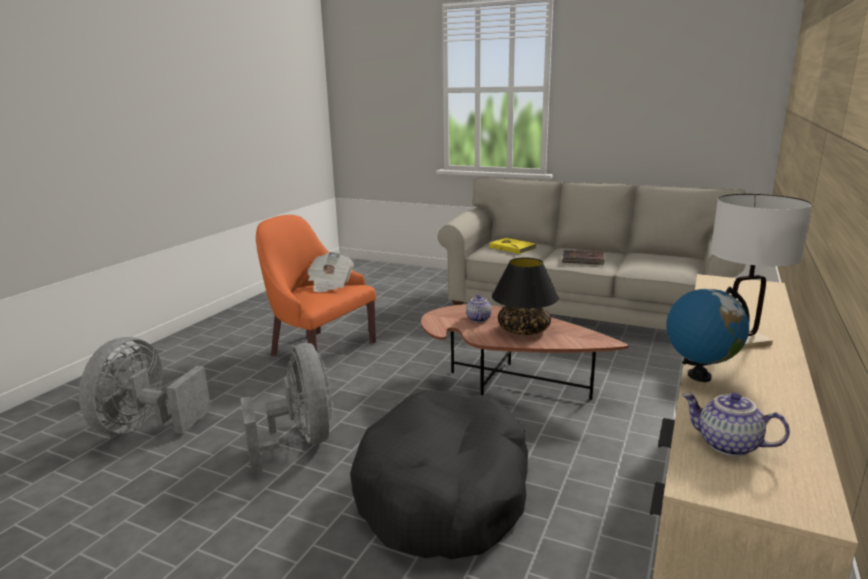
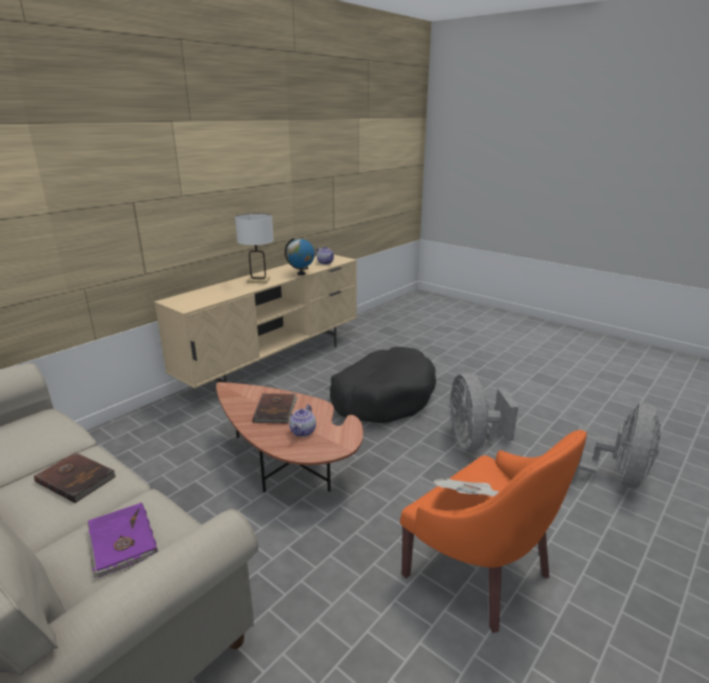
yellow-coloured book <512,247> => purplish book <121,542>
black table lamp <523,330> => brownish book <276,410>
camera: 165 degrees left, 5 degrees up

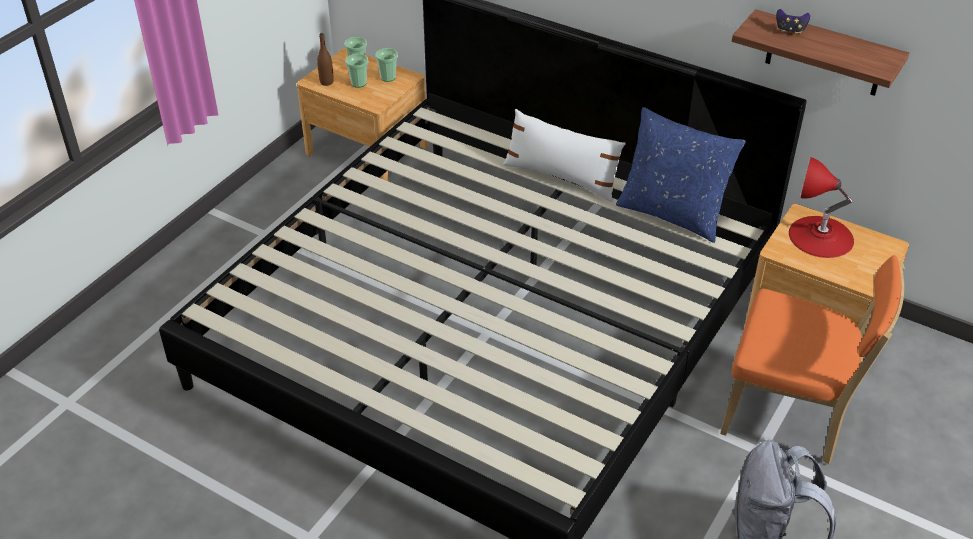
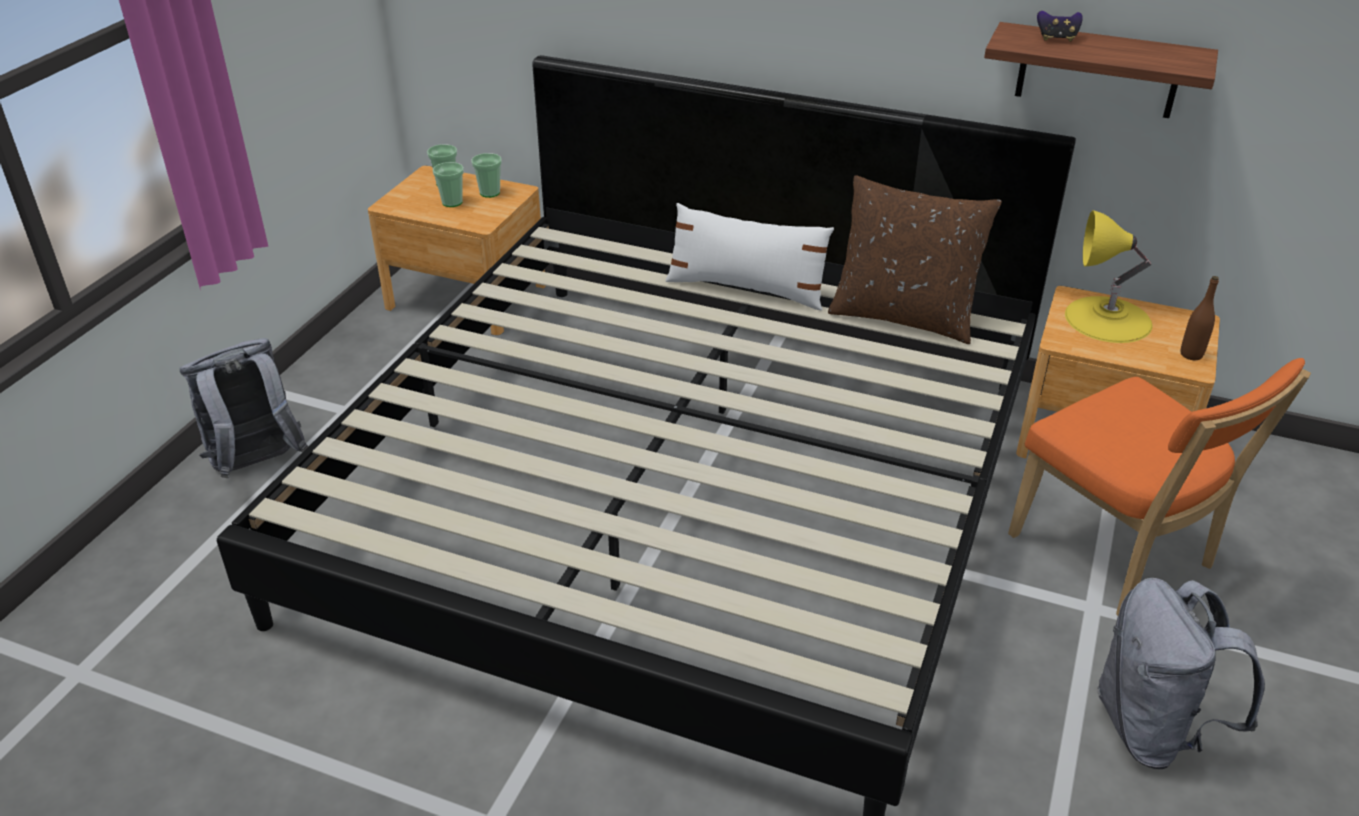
brownish beverage bottle <326,82> => brownish beverage bottle <1191,354>, move
blue-coloured throw pillow <672,214> => brownish throw pillow <903,316>
orange plain chair <791,415> => orange plain chair <1117,556>, 45 degrees clockwise
reddish table lamp <820,236> => yellow-coloured table lamp <1108,319>
nothing => greyish rucksack <257,465>
camera: 10 degrees left, 5 degrees down

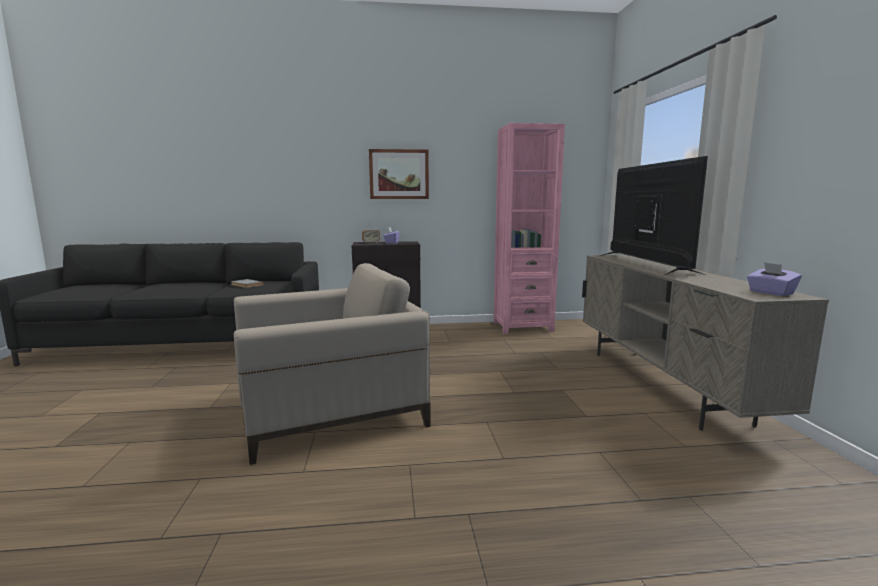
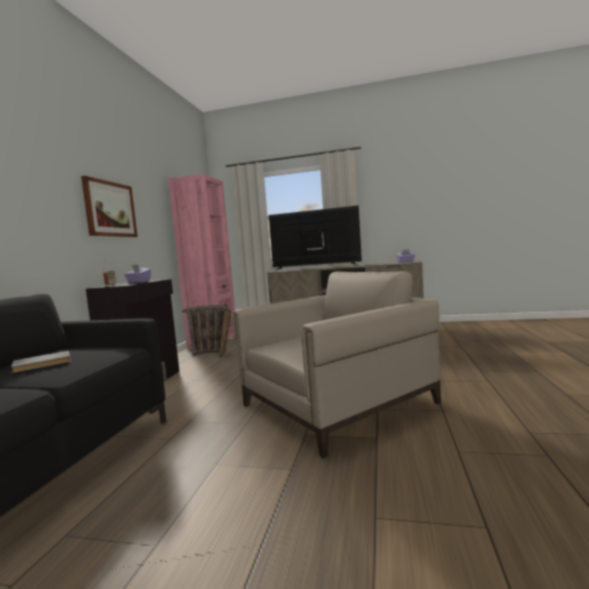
sand-coloured armchair <329,410> => sand-coloured armchair <337,404>, 60 degrees clockwise
nothing => storage basket <215,355>
camera: 70 degrees left, 5 degrees down

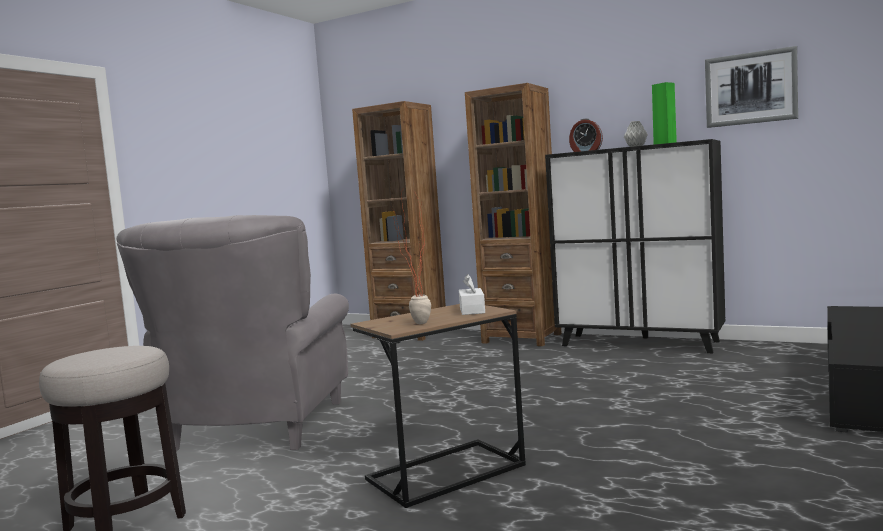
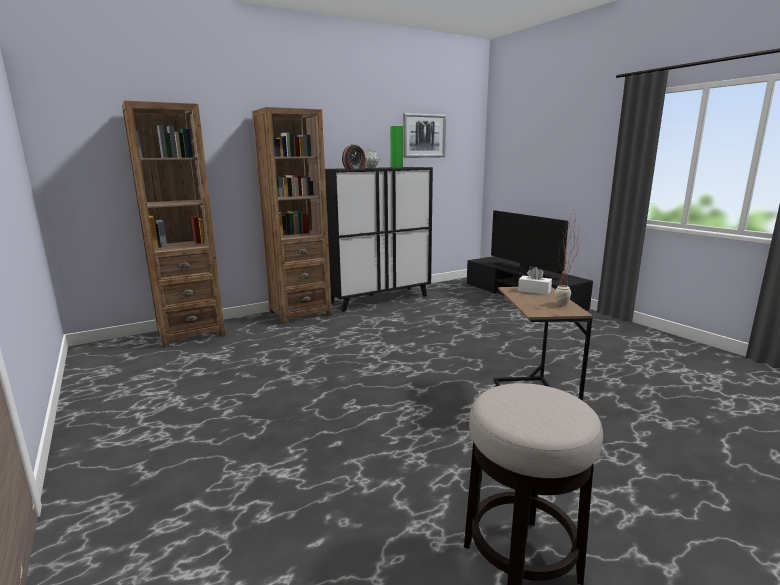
greyish armchair <257,428> => nothing
nothing => TV set <524,271>
camera: 60 degrees left, 10 degrees up

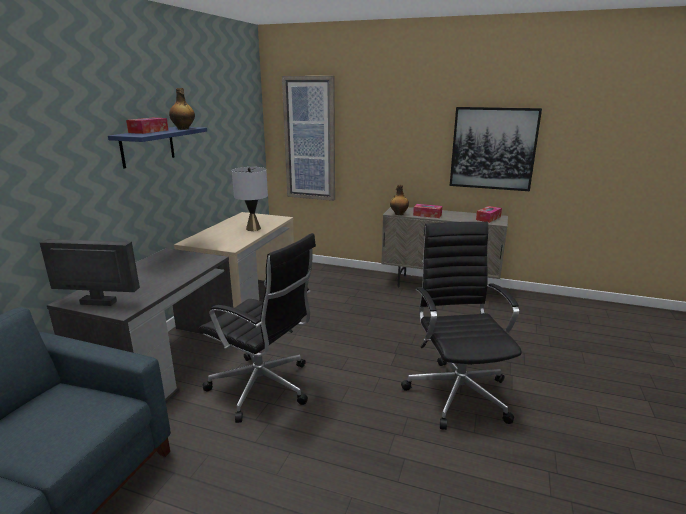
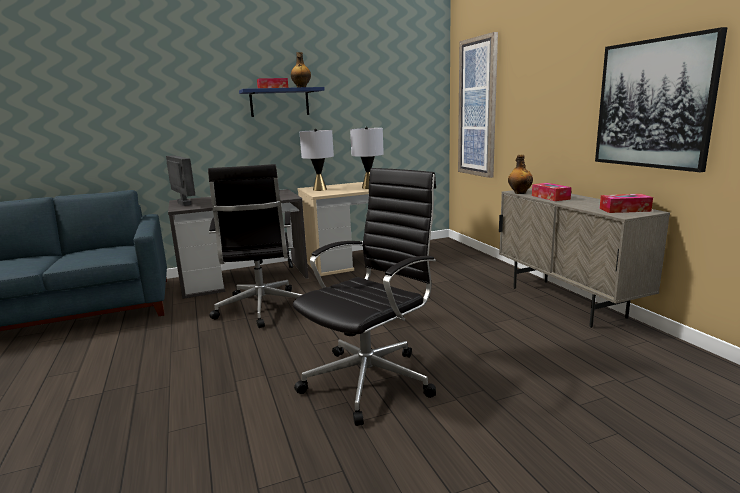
nothing => greyish table lamp <320,189>
camera: 50 degrees right, 5 degrees down

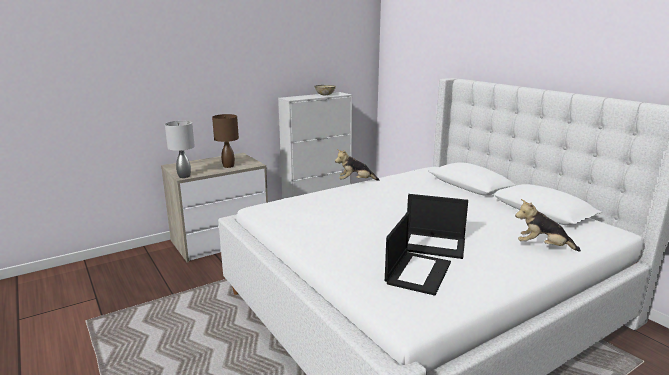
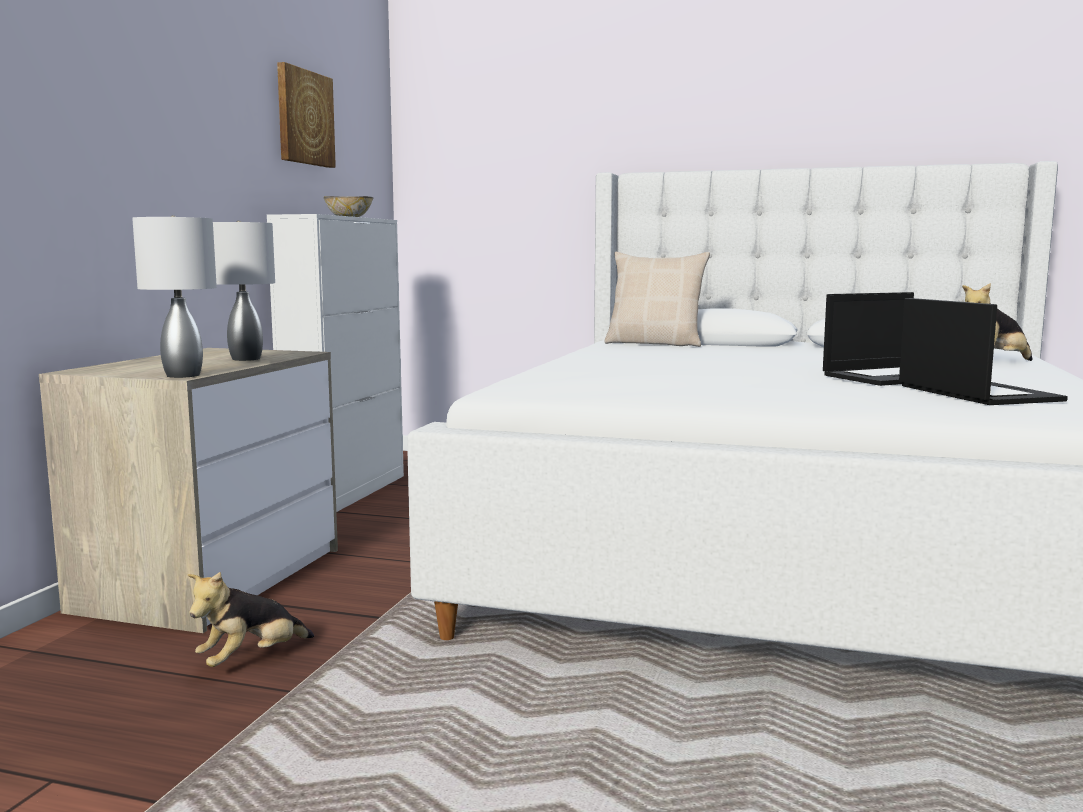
brownish table lamp <228,166> => greyish table lamp <246,359>
plush toy <355,181> => plush toy <251,660>, move
nothing => wall art <304,117>
nothing => sand-coloured throw pillow <655,343>
camera: 40 degrees left, 10 degrees down

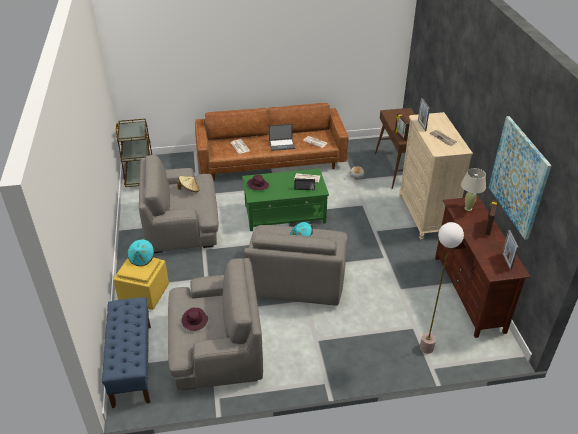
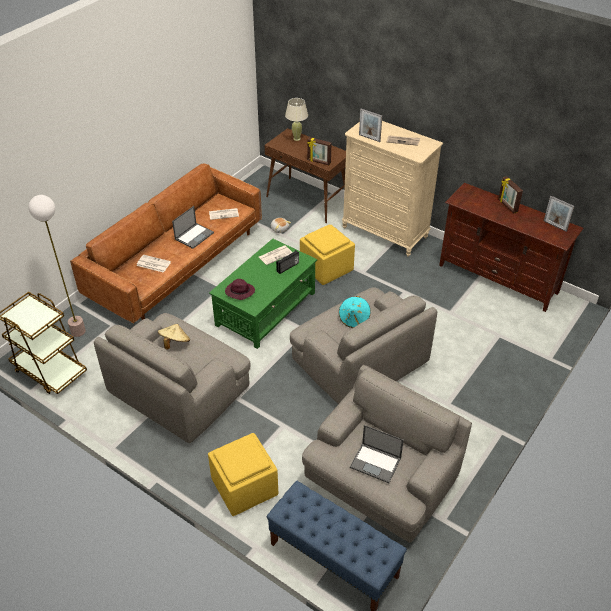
turquoise hat <142,259> => nothing
purplish hat <195,321> => portable computer <376,462>
standing lamp <426,348> => standing lamp <78,331>, move
sand-coloured table lamp <468,208> => sand-coloured table lamp <296,138>, move
wall art <518,177> => nothing
nothing => yellow-coloured pouffe <326,268>
camera: 45 degrees left, 5 degrees up

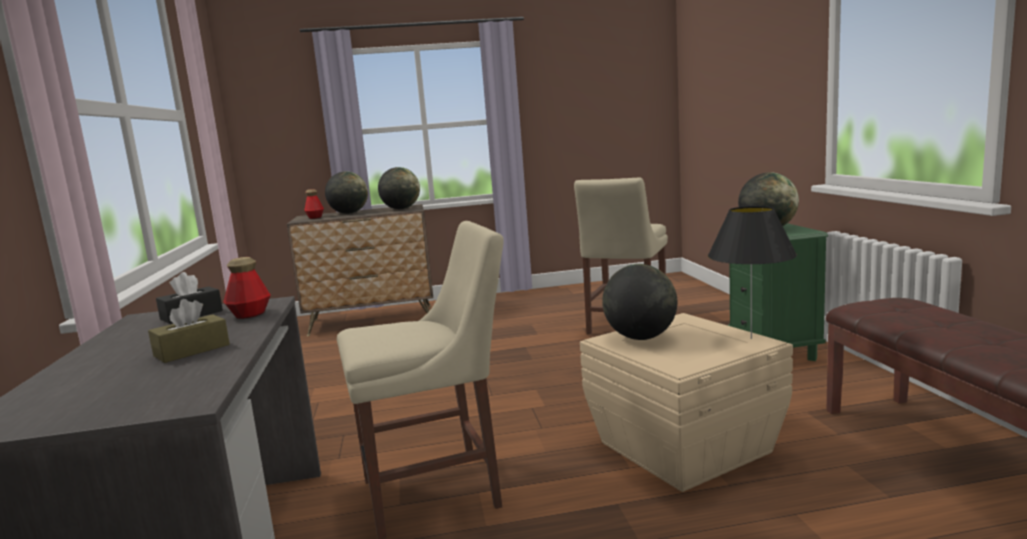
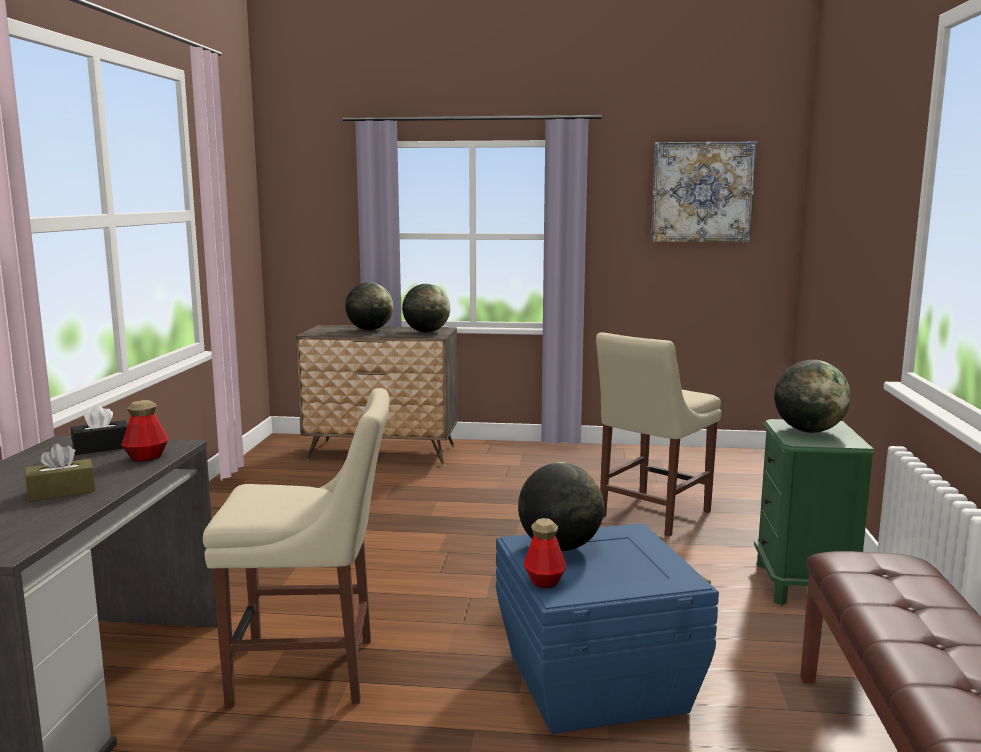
beverage bottle <315,217> => beverage bottle <544,581>, move
sand-coloured storage bin <684,446> => blue-coloured storage bin <596,681>
black table lamp <751,338> => nothing
nothing => wall art <702,192>
camera: 15 degrees right, 0 degrees up

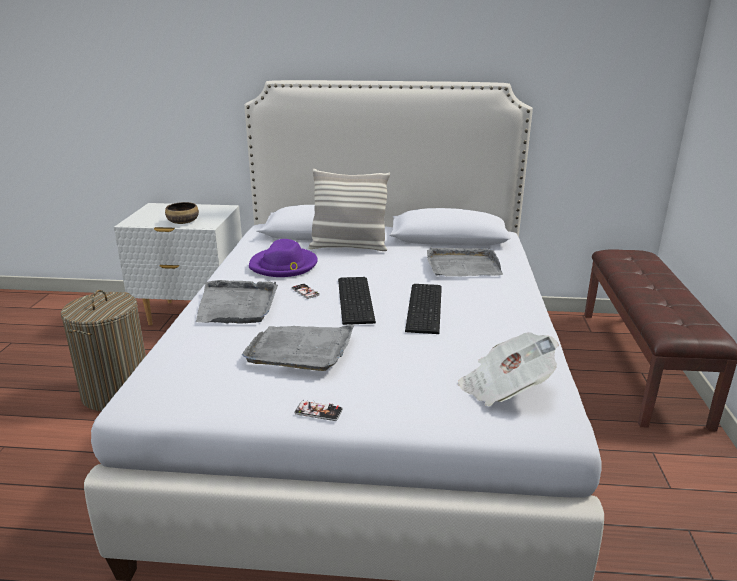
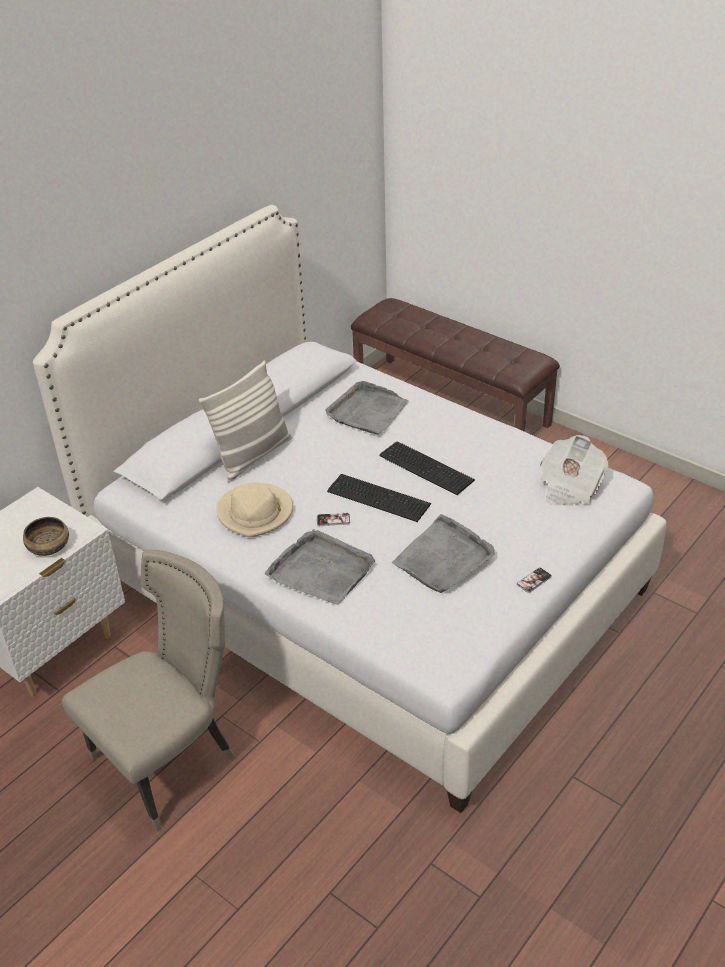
laundry basket <116,392> => sand-coloured plain chair <171,760>
purplish hat <284,265> => sand-coloured hat <255,513>
camera: 55 degrees left, 15 degrees up

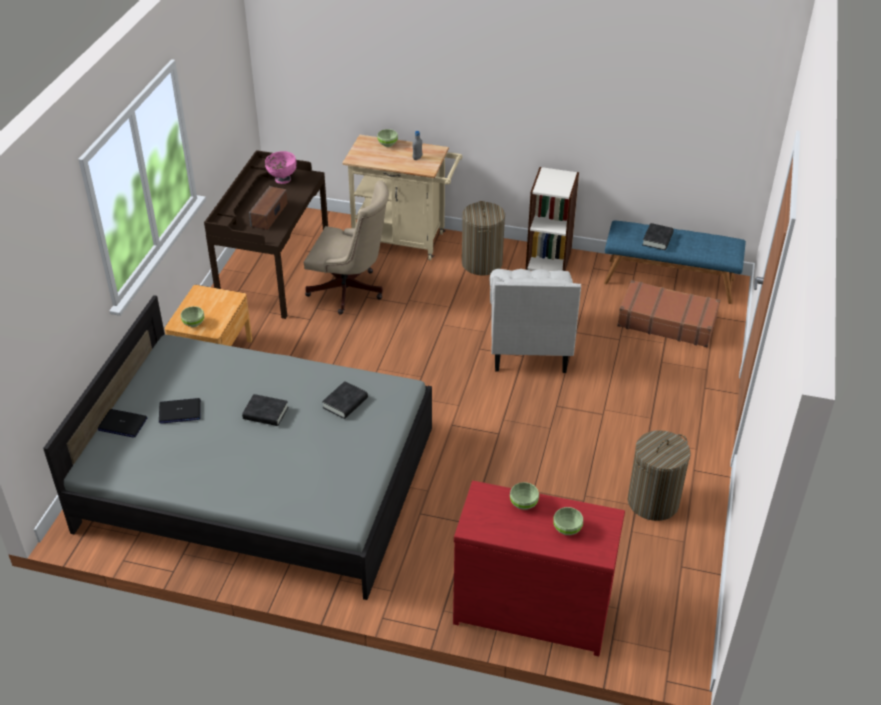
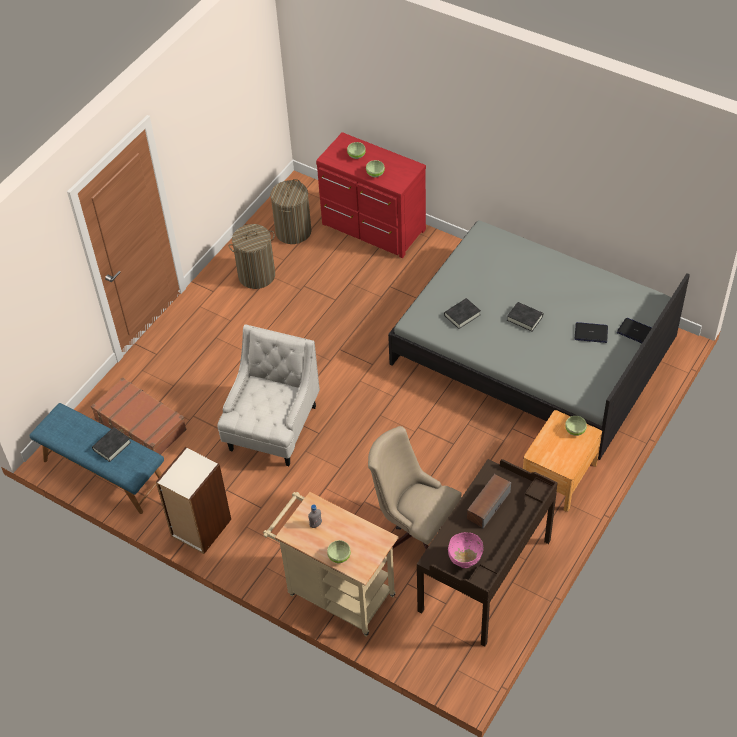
laundry basket <482,263> => laundry basket <293,231>, move
camera: 160 degrees left, 10 degrees up

